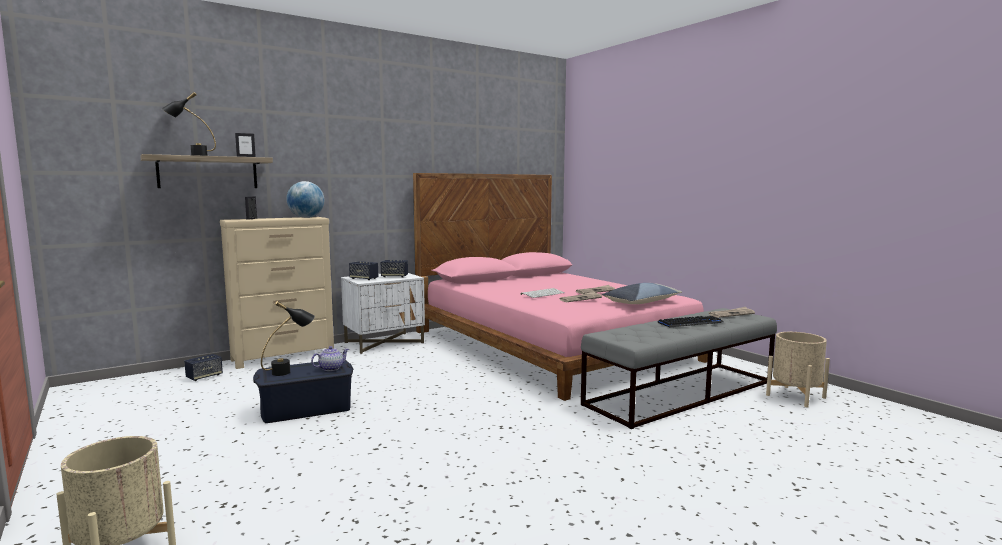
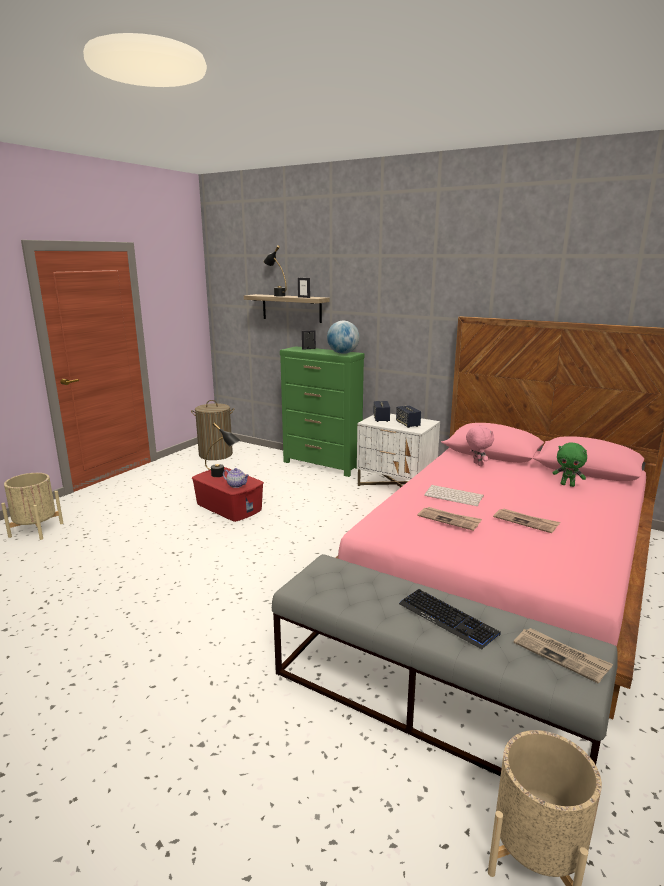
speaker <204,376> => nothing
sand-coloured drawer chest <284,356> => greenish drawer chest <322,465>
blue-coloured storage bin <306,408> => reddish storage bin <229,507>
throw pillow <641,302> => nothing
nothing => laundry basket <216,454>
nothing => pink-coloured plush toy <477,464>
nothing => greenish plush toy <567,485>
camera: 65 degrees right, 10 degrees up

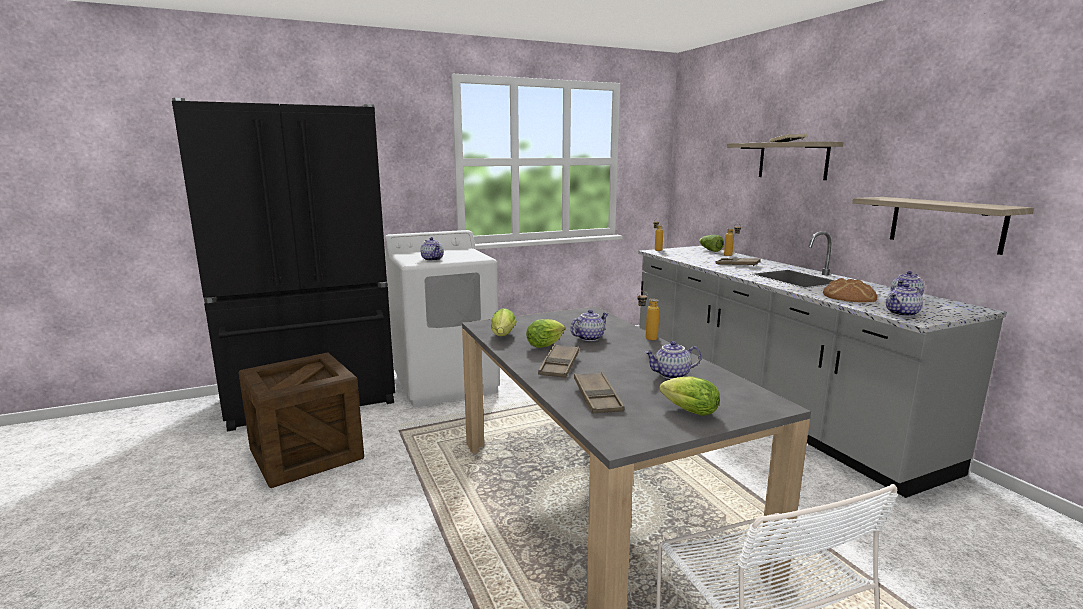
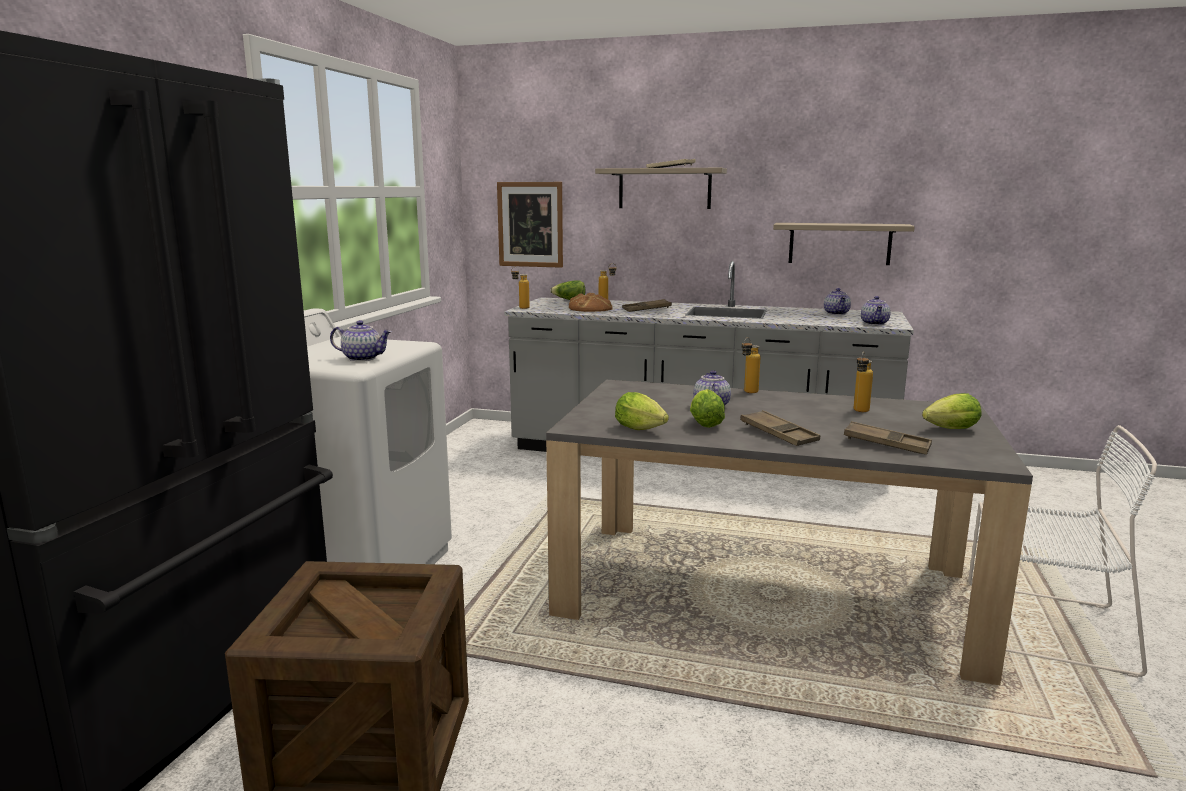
tea pot <671,375> => beverage bottle <859,412>
baked bread <848,296> => baked bread <590,309>, move
nothing => wall art <530,224>
camera: 50 degrees left, 0 degrees up

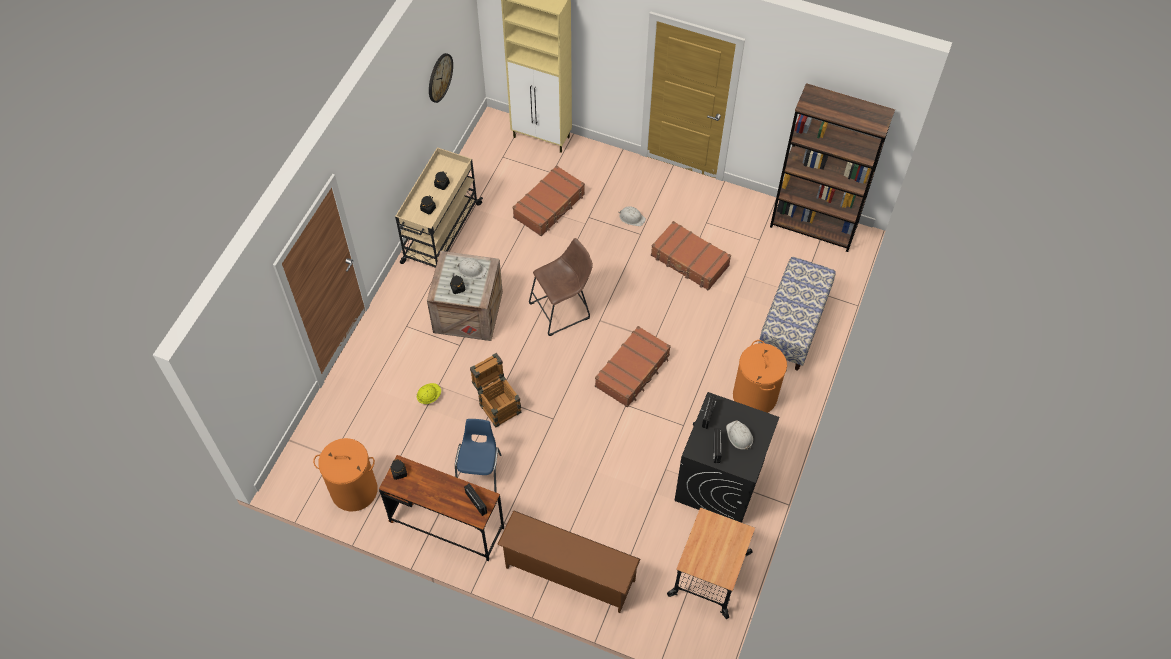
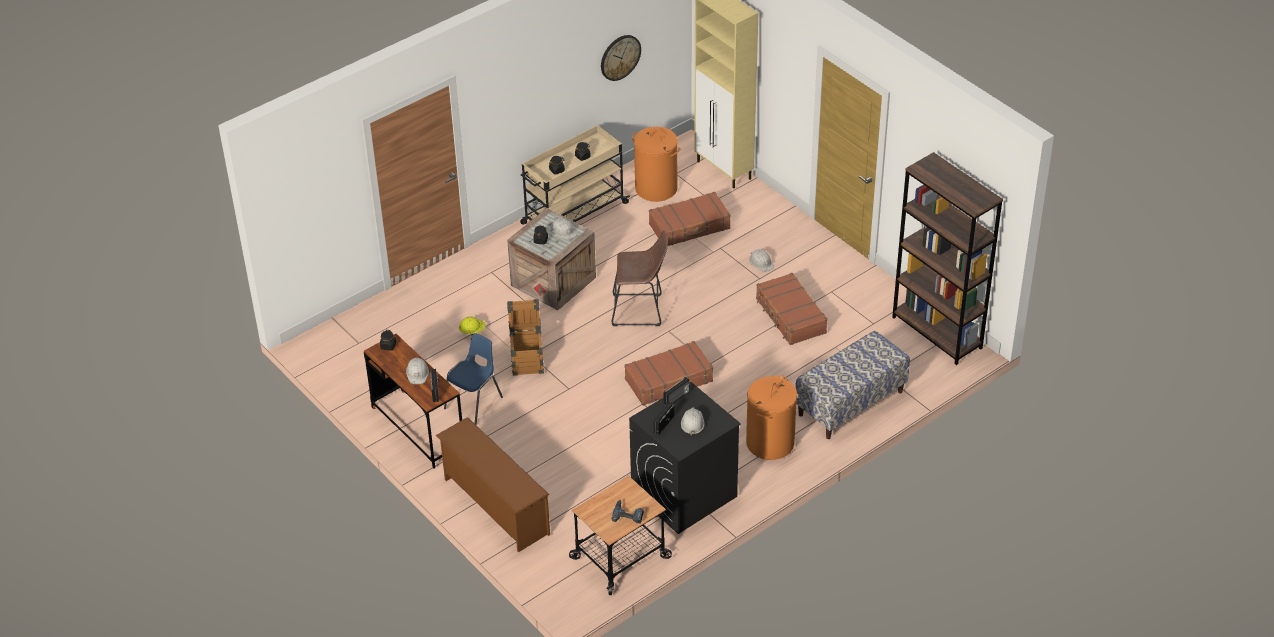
orange laundry basket <354,490> => orange laundry basket <656,188>, move
nothing => whitish work helmet <417,373>
nothing => drill <628,514>
camera: 30 degrees right, 15 degrees down

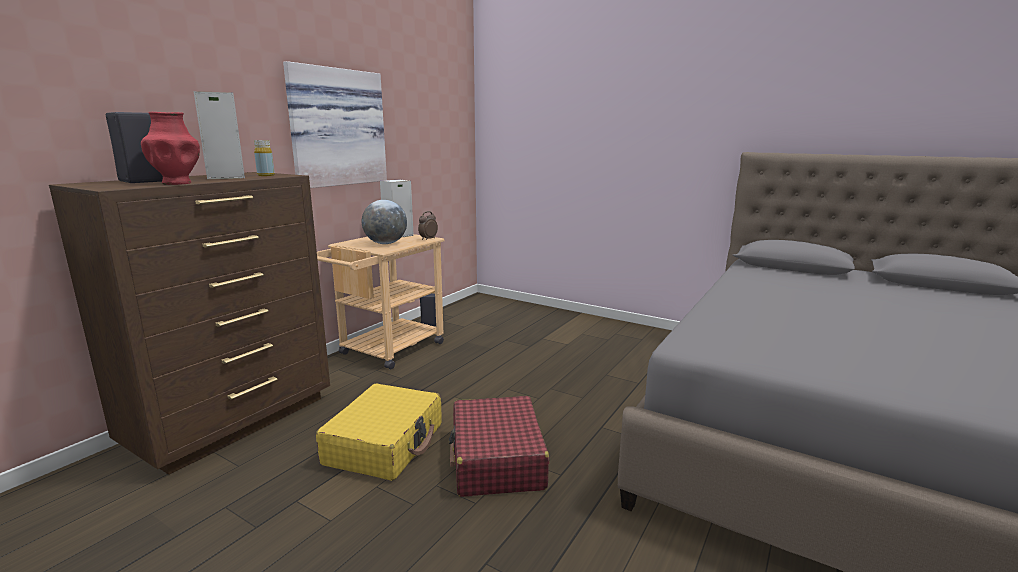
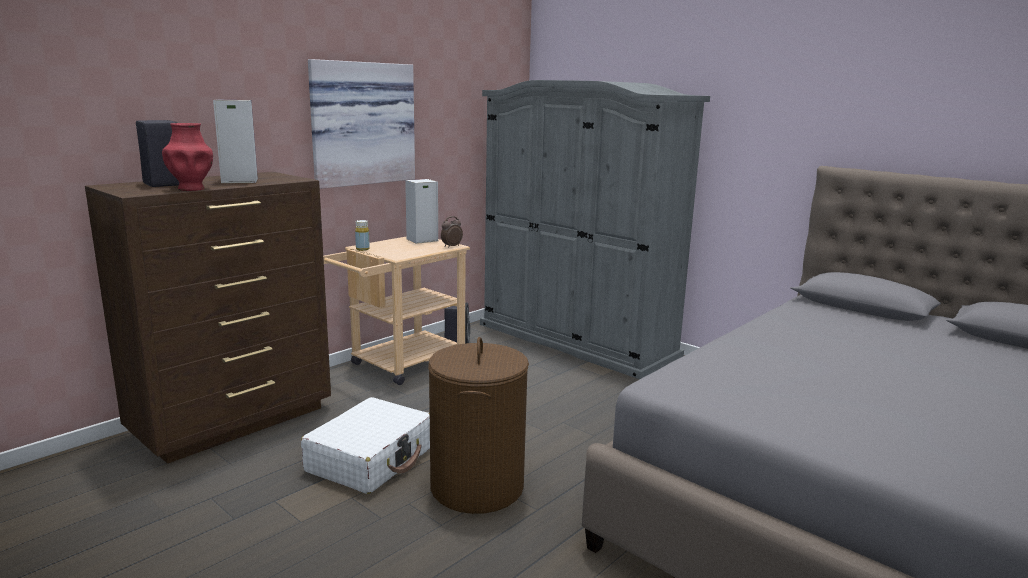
yellow-coloured beverage bottle <266,175> => yellow-coloured beverage bottle <362,249>, move
yellow-coloured travel case <385,444> => whitish travel case <371,459>
world globe <385,243> => nothing
reddish travel case <497,459> => brownish laundry basket <477,487>
nothing => greyish armoire <576,340>
camera: 10 degrees right, 0 degrees up

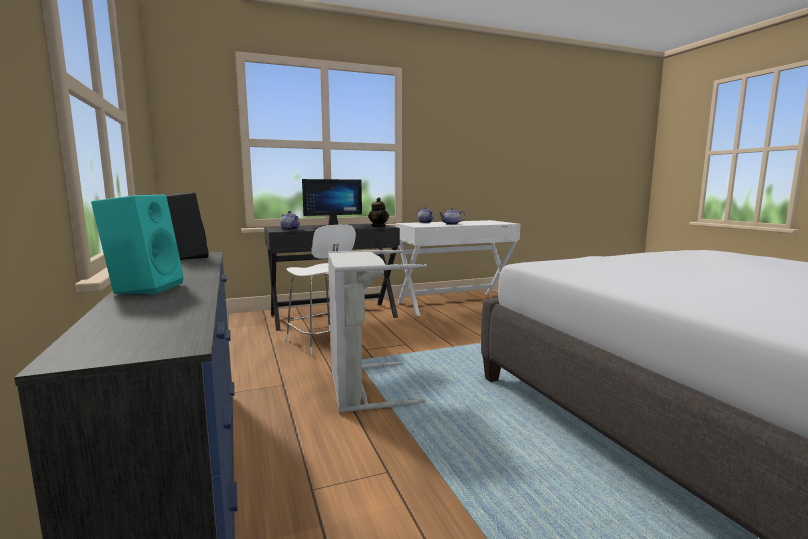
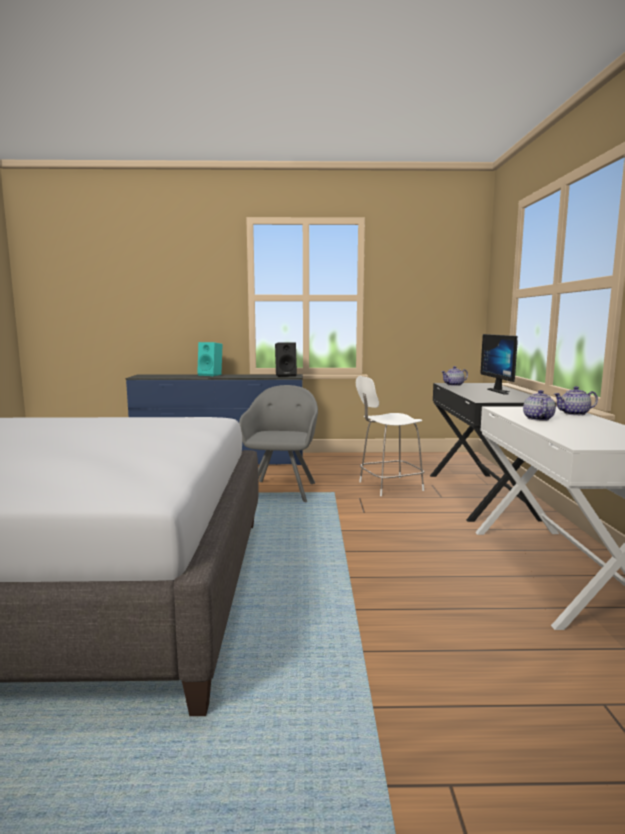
greyish laundry basket <361,387> => greyish armchair <282,489>
tea pot <378,226> => nothing
camera: 110 degrees right, 0 degrees up

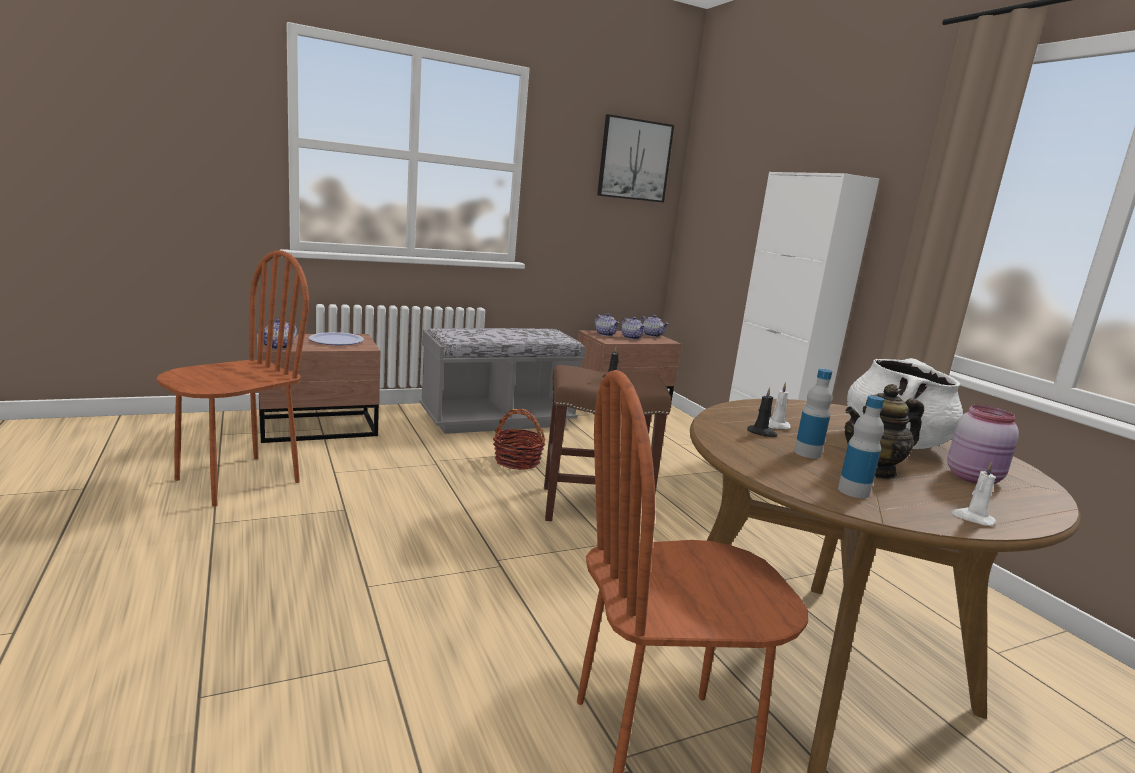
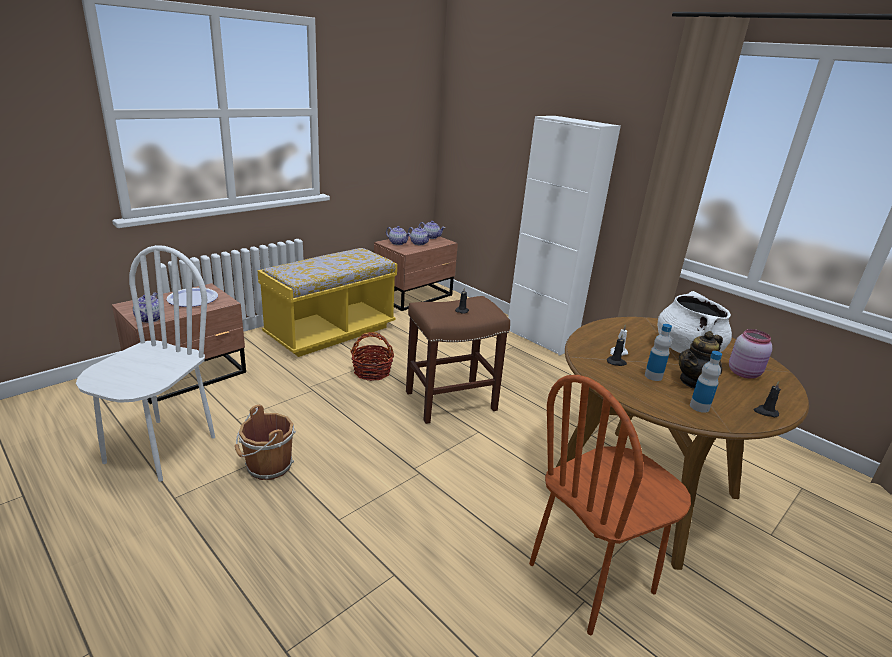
brownish plain chair <237,480> => whitish plain chair <160,449>
greyish long seat <497,420> => yellow-coloured long seat <331,332>
wall art <634,160> => nothing
whitish wax candle <972,518> => black wax candle <765,412>
nothing => brownish pail <267,467>
camera: 20 degrees left, 10 degrees up

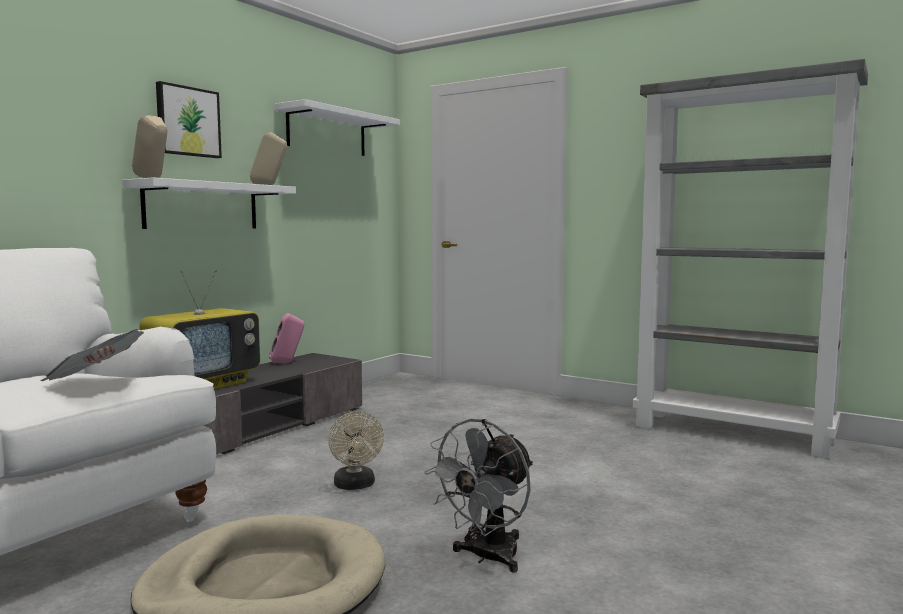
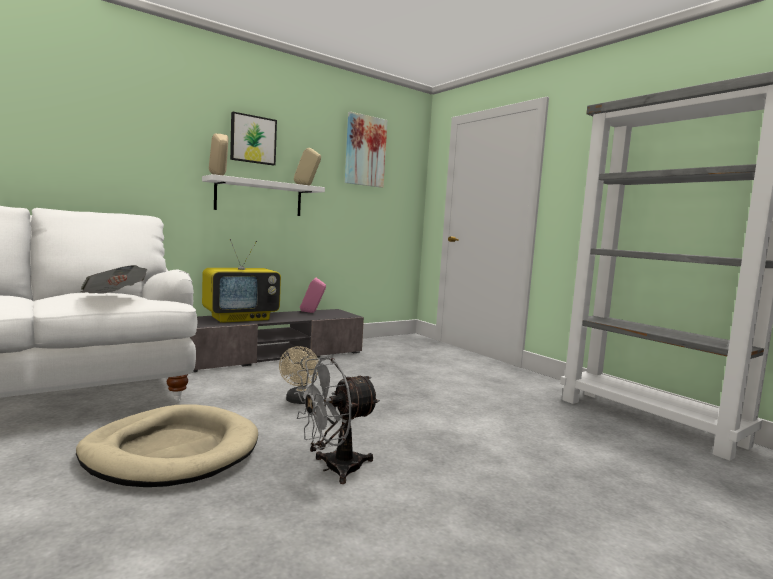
whitish bracket shelf <327,132> => wall art <365,151>
camera: 20 degrees right, 0 degrees up

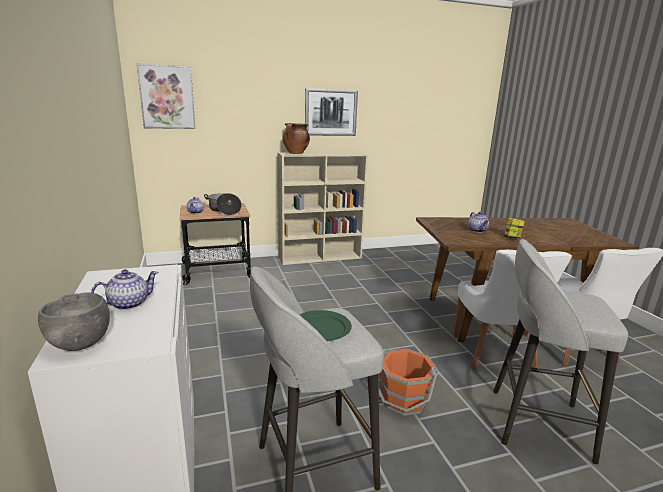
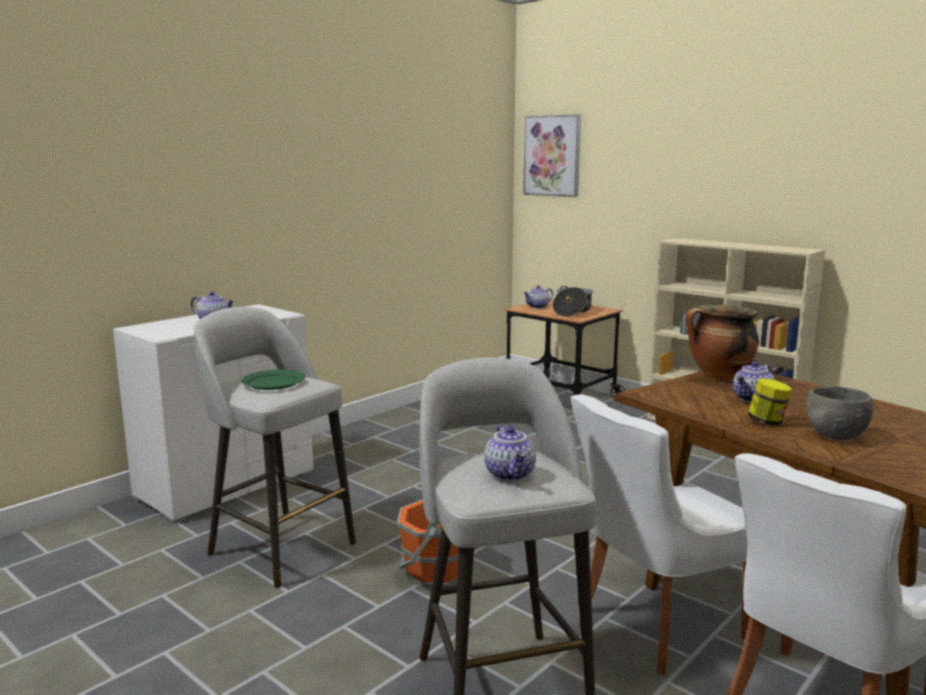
greyish serving bowl <79,344> => greyish serving bowl <834,436>, move
stockpot <296,153> => stockpot <719,376>, move
wall art <330,112> => nothing
nothing => tea pot <511,474>
camera: 60 degrees right, 5 degrees down

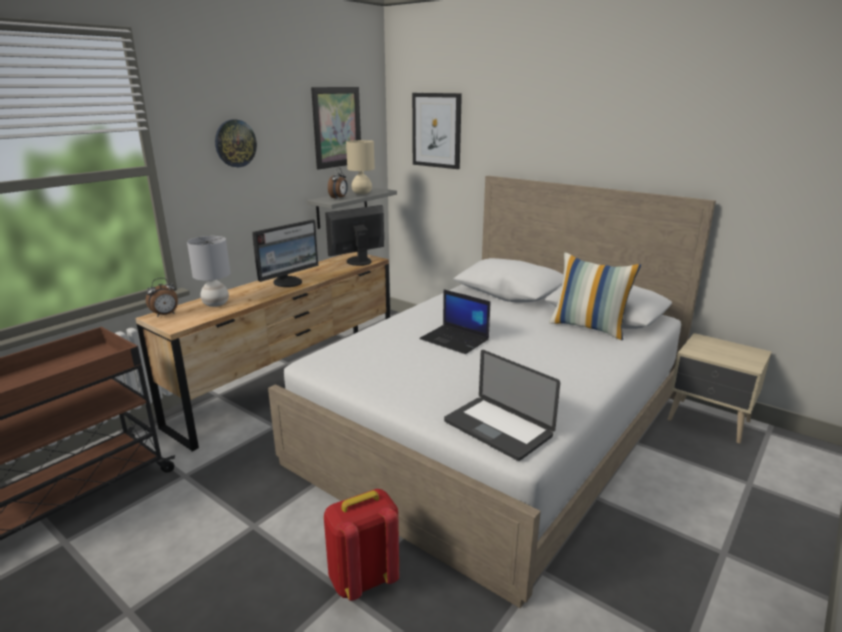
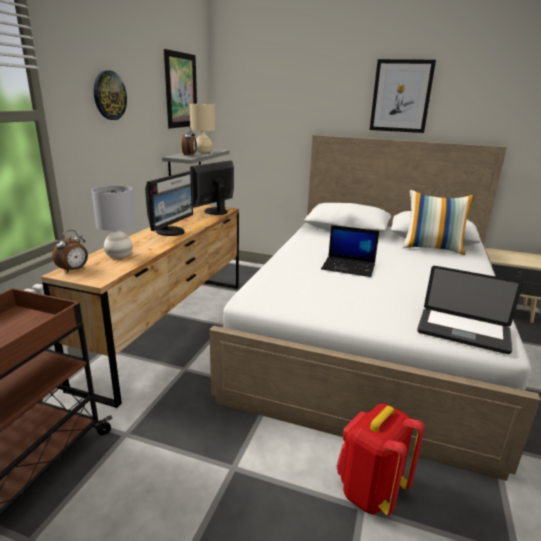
wall art <437,130> => wall art <401,96>, move
camera: 20 degrees left, 0 degrees up

